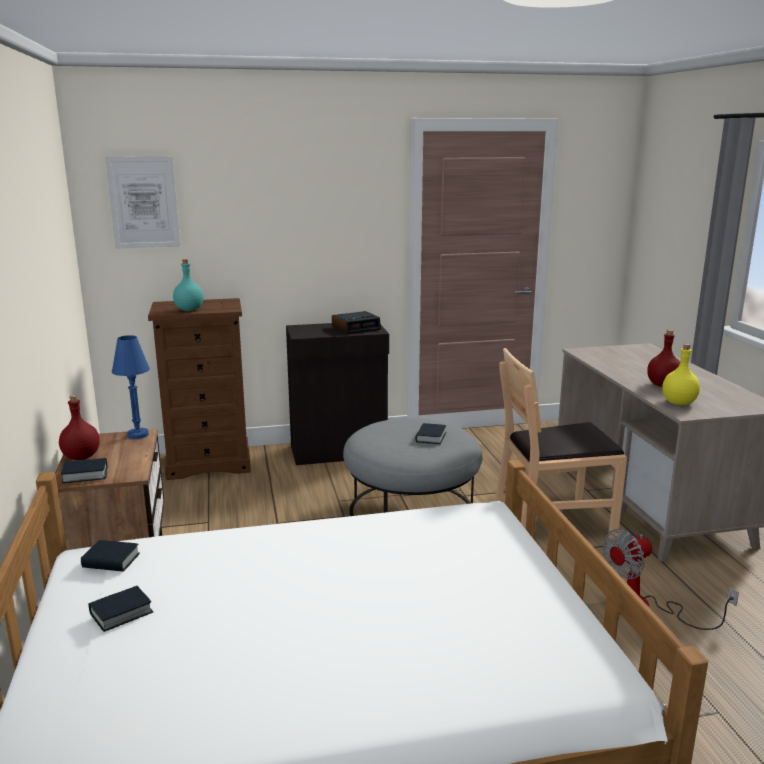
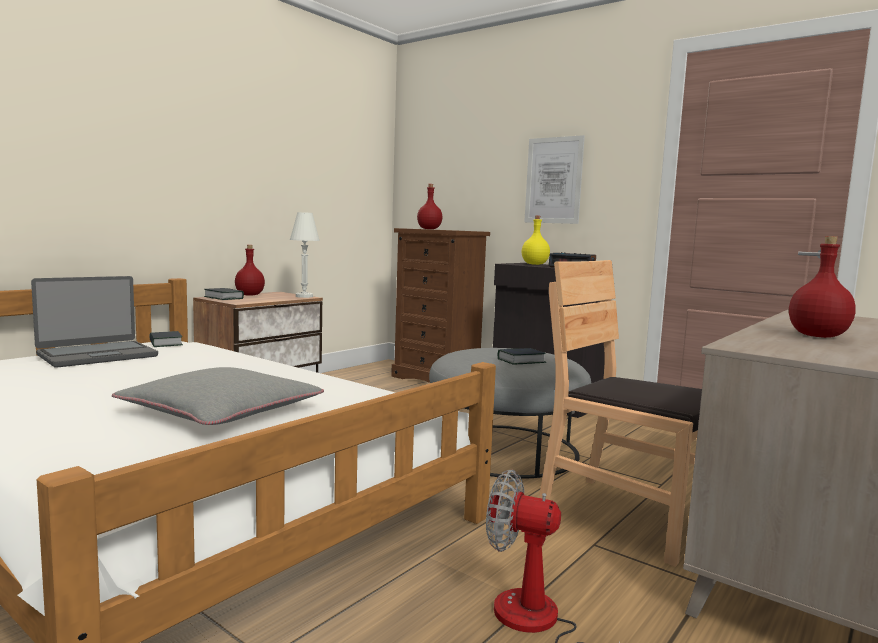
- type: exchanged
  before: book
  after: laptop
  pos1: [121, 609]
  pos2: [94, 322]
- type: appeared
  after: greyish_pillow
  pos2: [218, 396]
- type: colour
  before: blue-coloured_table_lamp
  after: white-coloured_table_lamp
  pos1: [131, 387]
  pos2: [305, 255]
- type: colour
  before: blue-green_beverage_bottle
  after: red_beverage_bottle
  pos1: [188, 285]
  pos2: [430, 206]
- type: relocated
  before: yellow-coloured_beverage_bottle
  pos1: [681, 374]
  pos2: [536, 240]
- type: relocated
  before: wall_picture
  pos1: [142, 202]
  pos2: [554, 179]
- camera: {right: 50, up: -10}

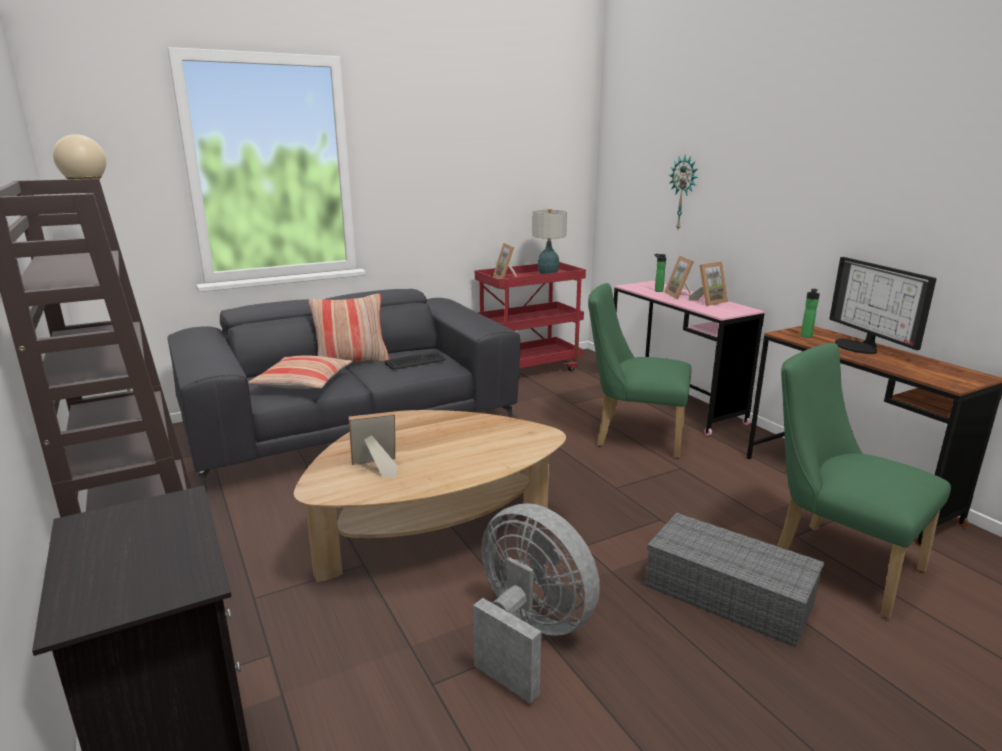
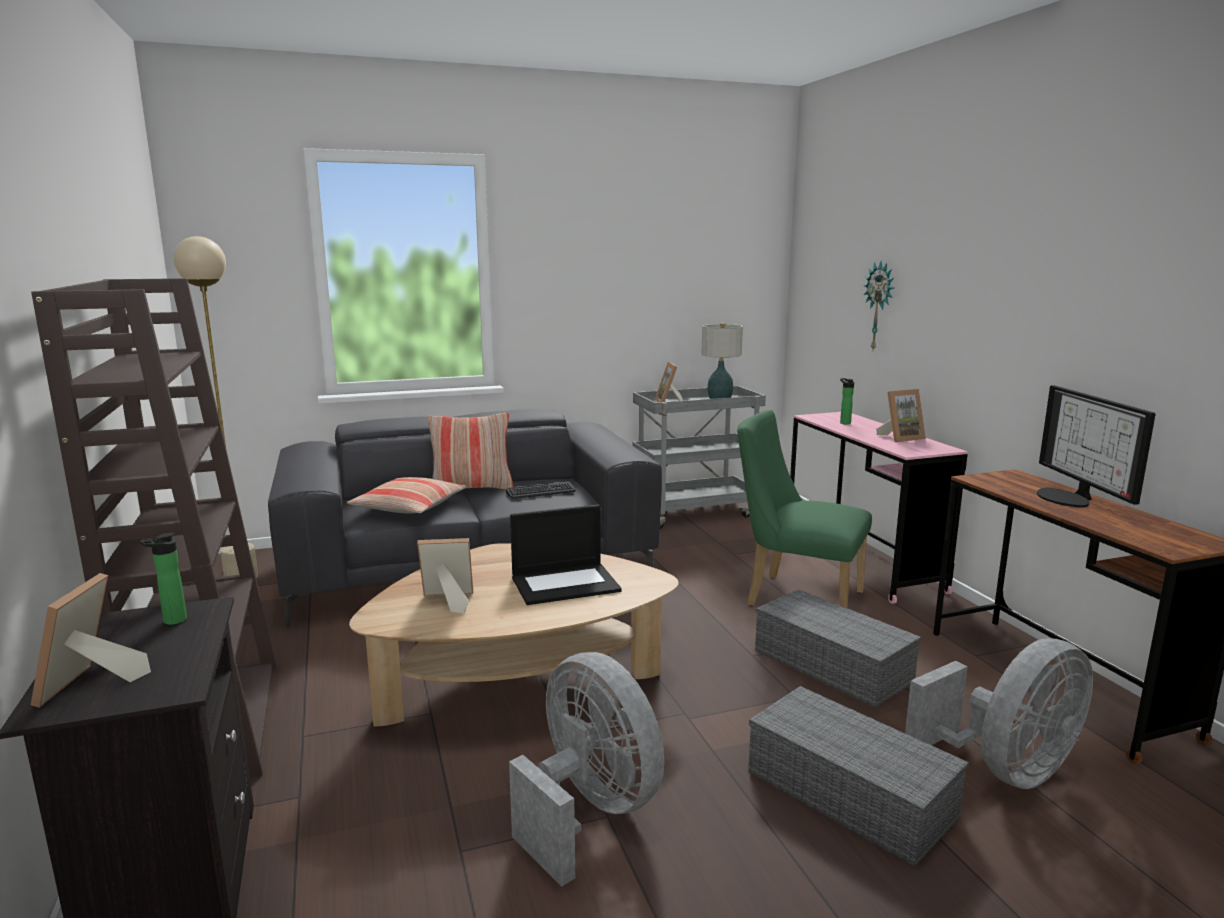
- type: relocated
  before: standing_frame
  pos1: [679, 277]
  pos2: [91, 640]
- type: relocated
  before: beverage_bottle
  pos1: [810, 313]
  pos2: [163, 579]
- type: appeared
  after: laptop
  pos2: [565, 554]
- type: colour
  before: red_wheeled_cart
  after: greyish_wheeled_cart
  pos1: [530, 317]
  pos2: [699, 457]
- type: appeared
  after: greyish_storage_box
  pos2: [838, 648]
- type: exchanged
  before: greenish_chair
  after: greyish_fan
  pos1: [864, 481]
  pos2: [999, 714]
- camera: {right: 10, up: -5}

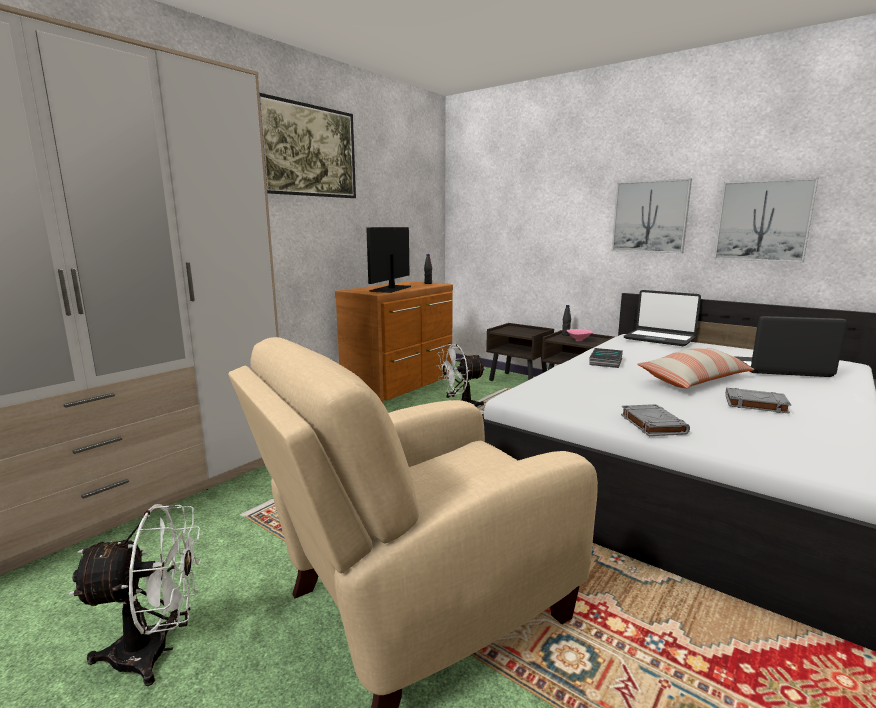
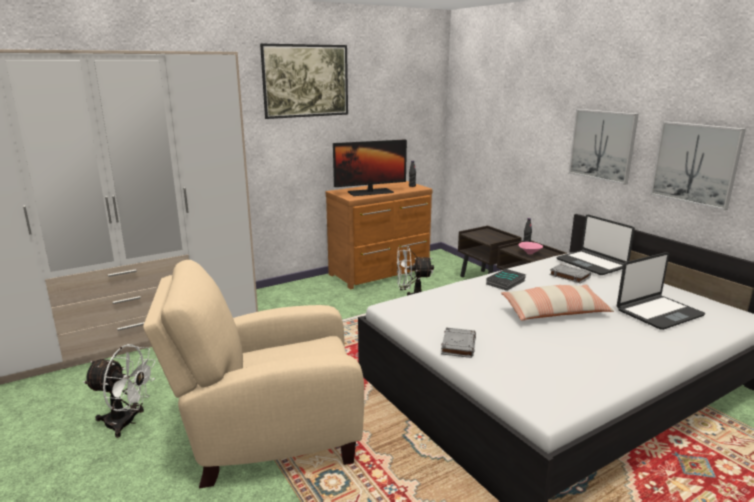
- type: spun
  before: computer_screen
  pos1: [388, 260]
  pos2: [370, 167]
  turn: -150
- type: relocated
  before: greyish_book
  pos1: [758, 401]
  pos2: [570, 274]
- type: spun
  before: laptop
  pos1: [791, 346]
  pos2: [661, 291]
  turn: 120
- camera: {right: 20, up: 5}

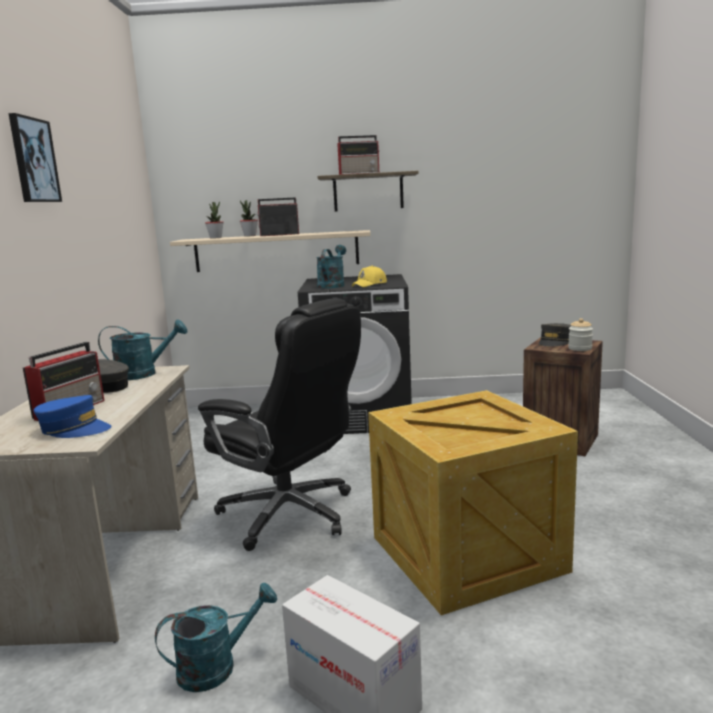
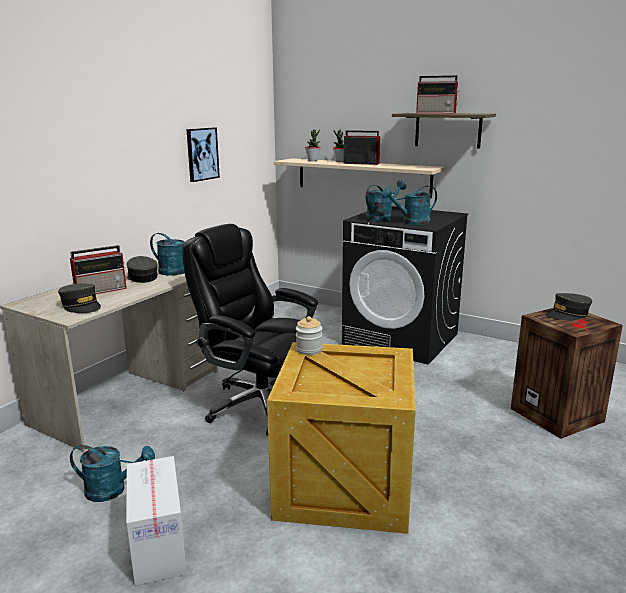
- type: colour
  before: blue-coloured_cap
  after: greyish_cap
  pos1: [72, 416]
  pos2: [79, 298]
- type: spun
  before: blackish_office_chair
  pos1: [279, 424]
  pos2: [250, 330]
  turn: 150
- type: relocated
  before: wall_picture
  pos1: [35, 157]
  pos2: [203, 154]
- type: relocated
  before: jar
  pos1: [580, 334]
  pos2: [309, 335]
- type: exchanged
  before: yellow-coloured_cap
  after: blue-green_watering_can
  pos1: [369, 276]
  pos2: [409, 205]
- camera: {right: 30, up: 5}

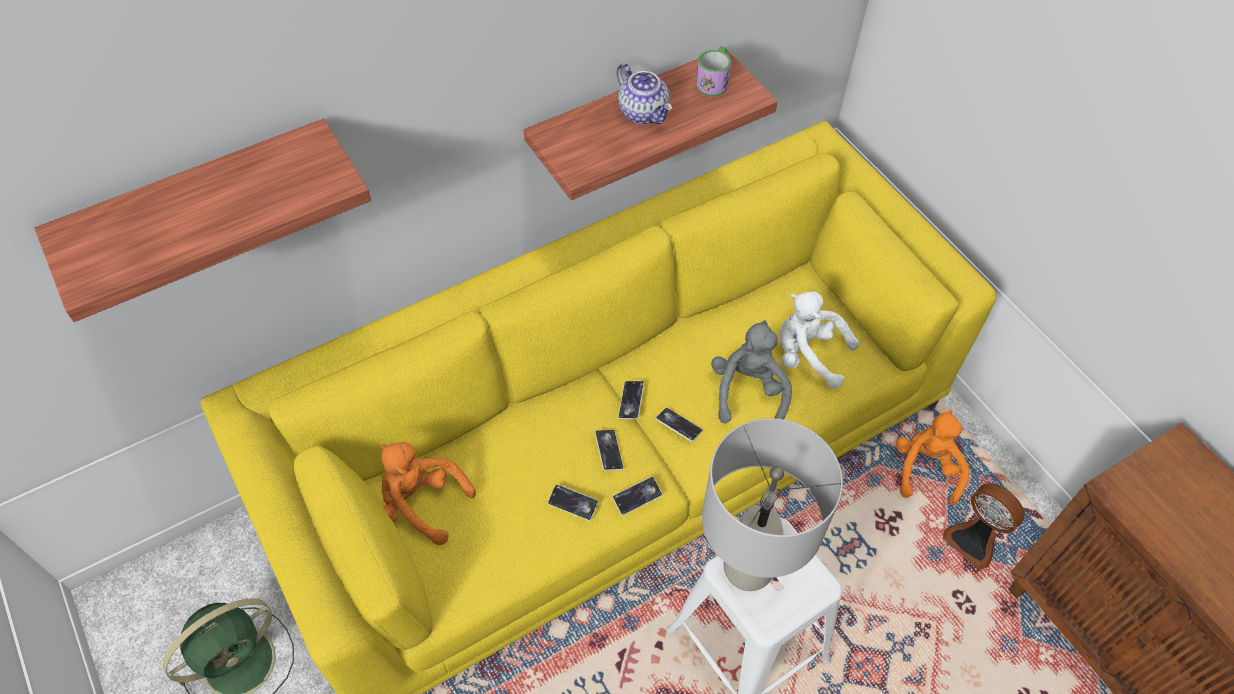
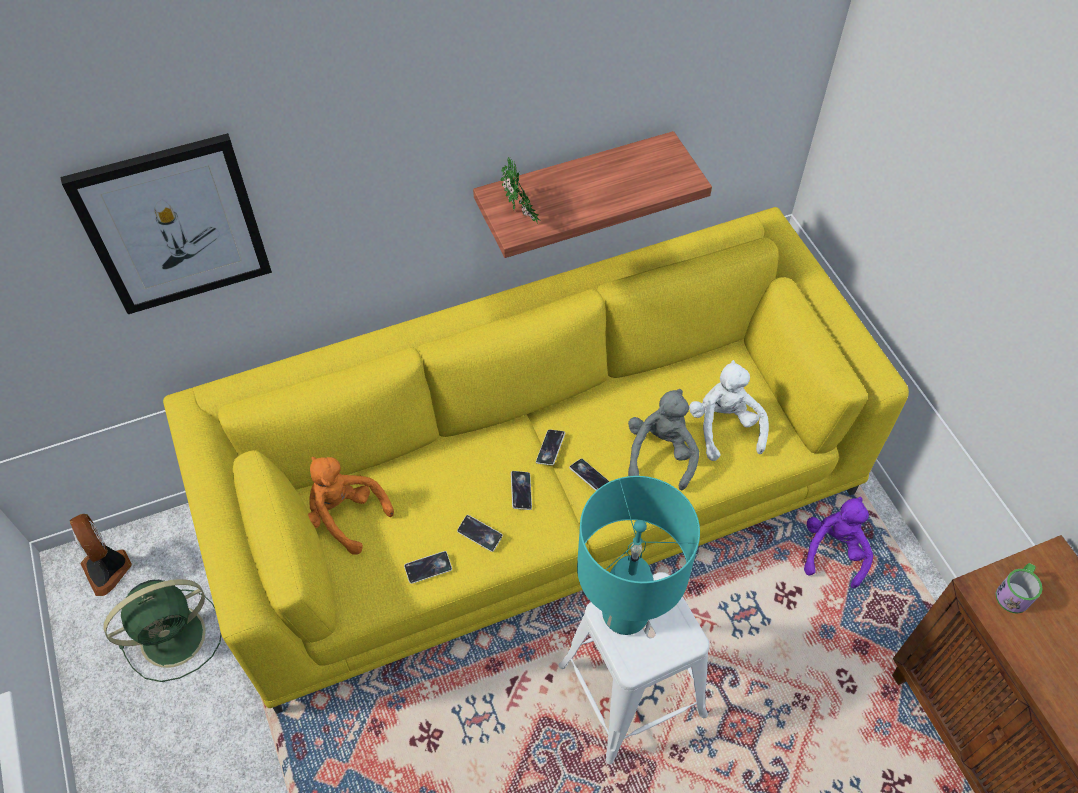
- type: exchanged
  before: shelf
  after: wall_picture
  pos1: [202, 220]
  pos2: [166, 223]
- type: relocated
  before: fan
  pos1: [983, 526]
  pos2: [101, 555]
- type: relocated
  before: handset
  pos1: [637, 496]
  pos2: [428, 567]
- type: appeared
  after: houseplant
  pos2: [521, 191]
- type: colour
  before: greyish_table_lamp
  after: blue-green_table_lamp
  pos1: [772, 504]
  pos2: [638, 555]
- type: spun
  before: white-coloured_cuddly_toy
  pos1: [819, 339]
  pos2: [729, 410]
  turn: 45
- type: colour
  before: orangey_cuddly_toy
  after: purplish_cuddly_toy
  pos1: [932, 457]
  pos2: [838, 543]
- type: relocated
  before: coffee_mug
  pos1: [713, 71]
  pos2: [1019, 588]
- type: missing
  before: teapot
  pos1: [644, 93]
- camera: {right: 10, up: 0}

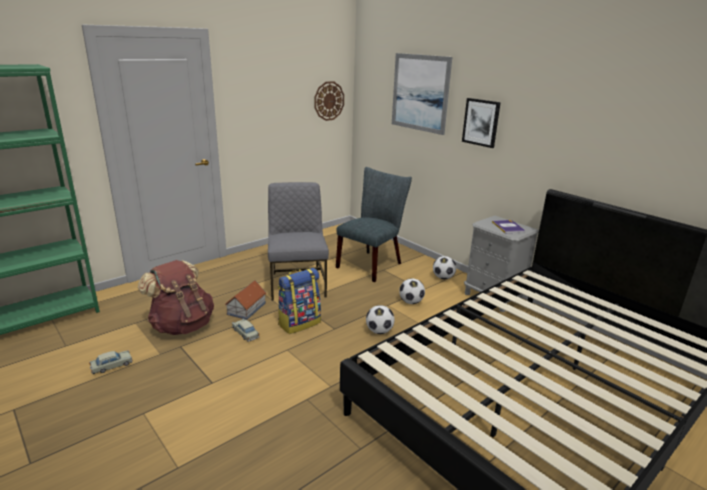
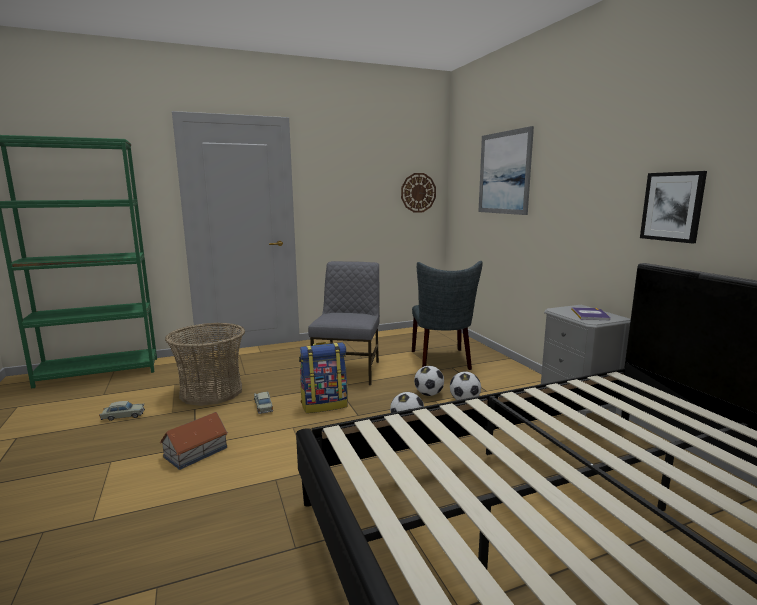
- type: relocated
  before: toy_house
  pos1: [245, 300]
  pos2: [194, 441]
- type: exchanged
  before: brownish_backpack
  after: basket
  pos1: [176, 297]
  pos2: [205, 364]
- type: spun
  before: greyish_chair
  pos1: [374, 224]
  pos2: [447, 315]
  turn: 120
- type: relocated
  before: ball_for_football
  pos1: [444, 267]
  pos2: [429, 381]
- type: relocated
  before: wall_picture
  pos1: [481, 123]
  pos2: [673, 207]
- camera: {right: 20, up: -10}

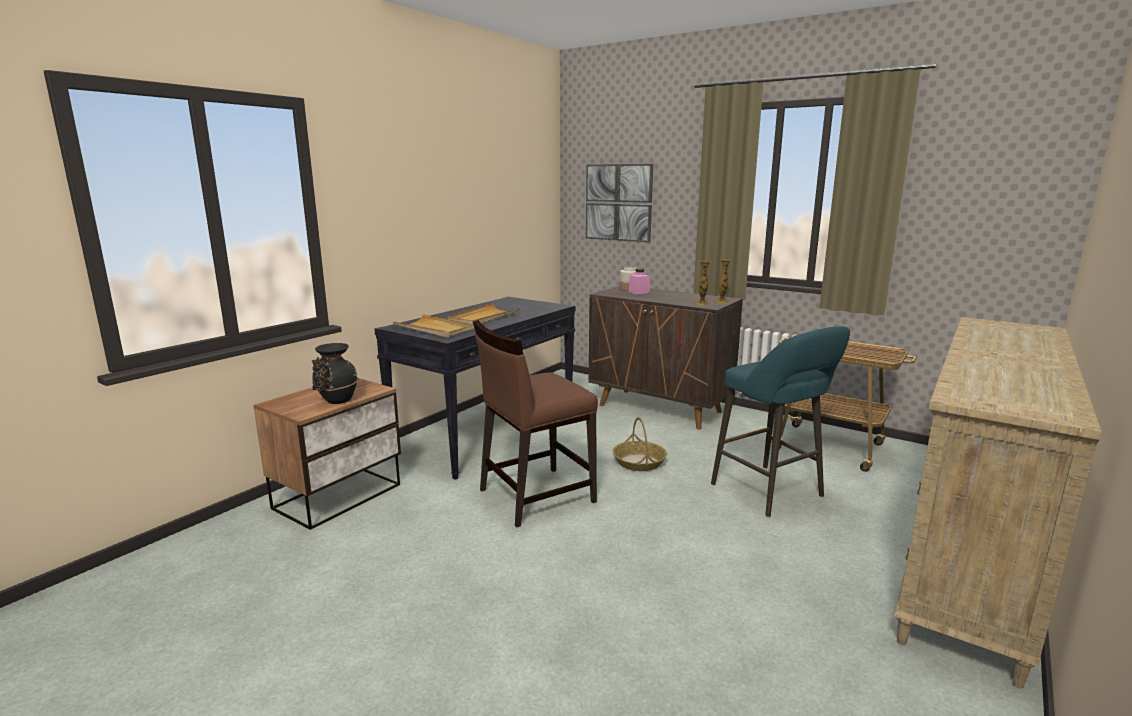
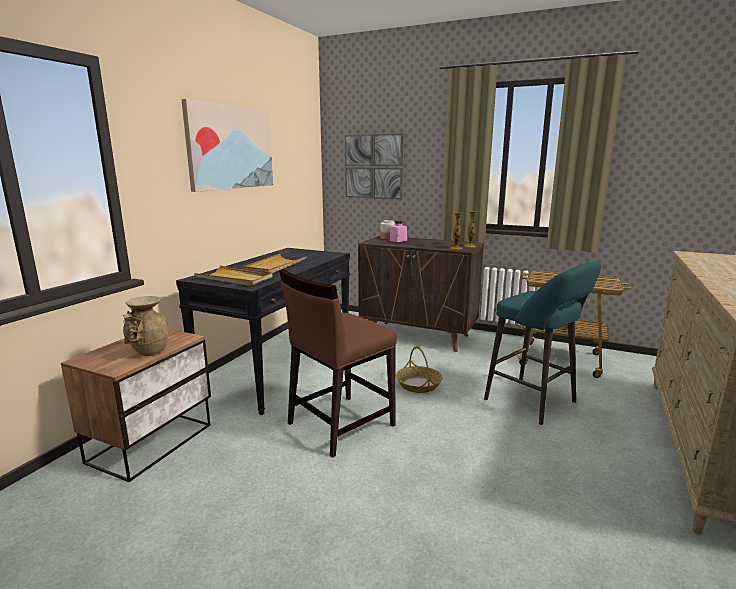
- type: colour
  before: blackish_flower_vase
  after: beige-coloured_flower_vase
  pos1: [335, 373]
  pos2: [147, 326]
- type: appeared
  after: wall_picture
  pos2: [227, 145]
- camera: {right: -10, up: 0}

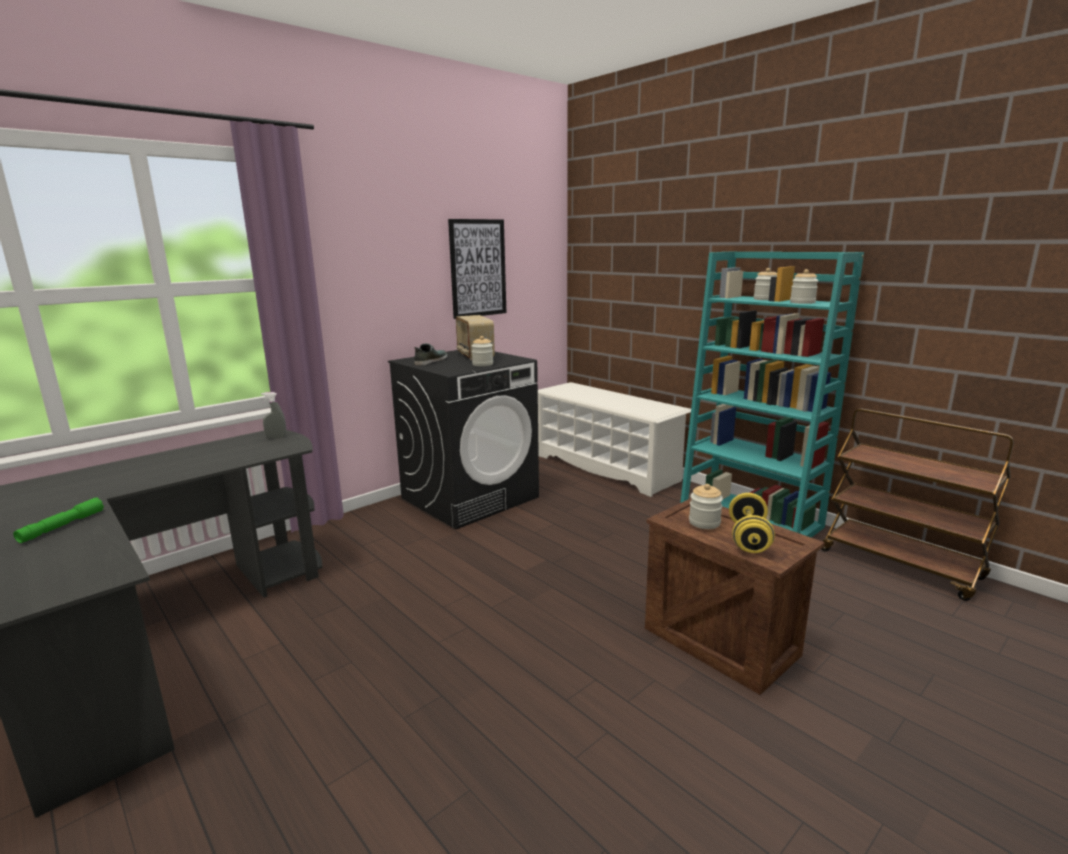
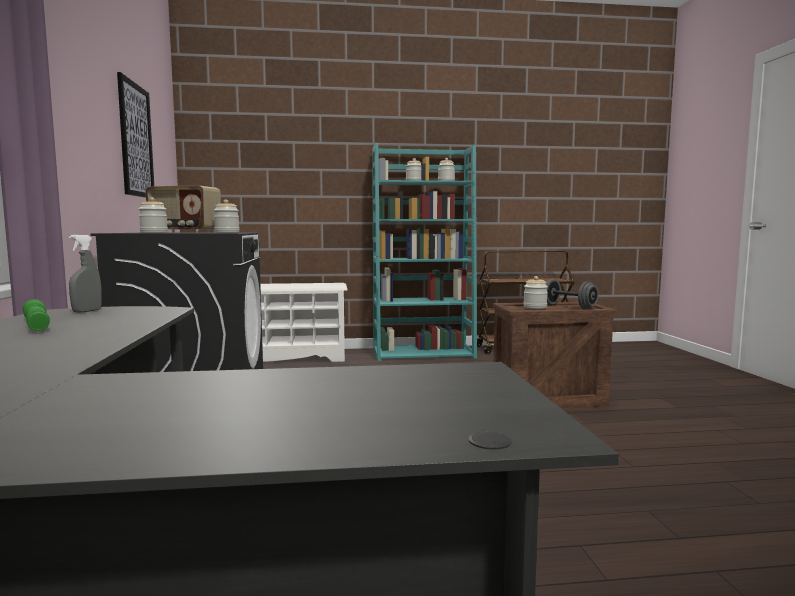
- type: relocated
  before: greenish_torch
  pos1: [58, 520]
  pos2: [36, 315]
- type: exchanged
  before: shoe
  after: jar
  pos1: [430, 354]
  pos2: [153, 215]
- type: colour
  before: yellow-coloured_hand_weight
  after: greyish_hand_weight
  pos1: [752, 523]
  pos2: [572, 294]
- camera: {right: -55, up: -10}

